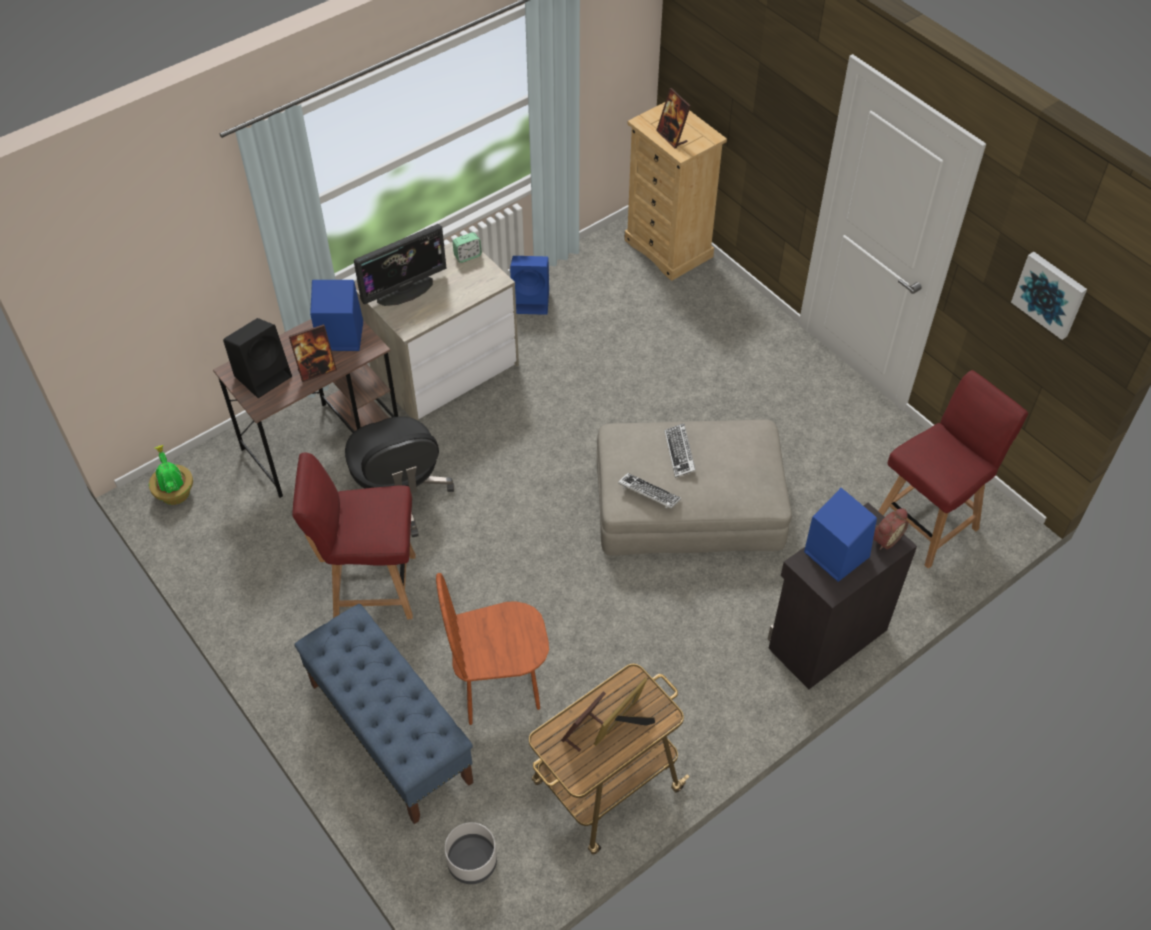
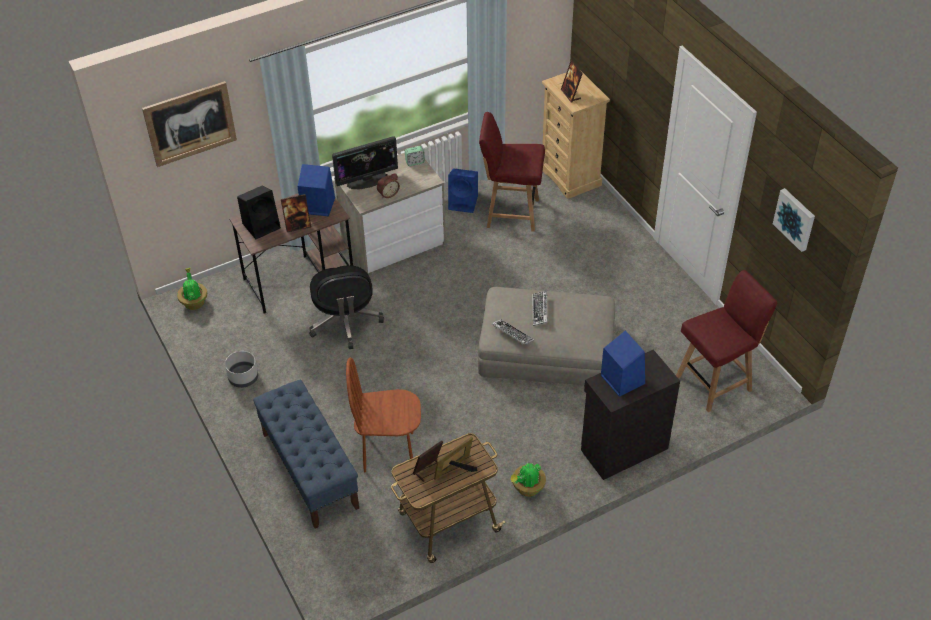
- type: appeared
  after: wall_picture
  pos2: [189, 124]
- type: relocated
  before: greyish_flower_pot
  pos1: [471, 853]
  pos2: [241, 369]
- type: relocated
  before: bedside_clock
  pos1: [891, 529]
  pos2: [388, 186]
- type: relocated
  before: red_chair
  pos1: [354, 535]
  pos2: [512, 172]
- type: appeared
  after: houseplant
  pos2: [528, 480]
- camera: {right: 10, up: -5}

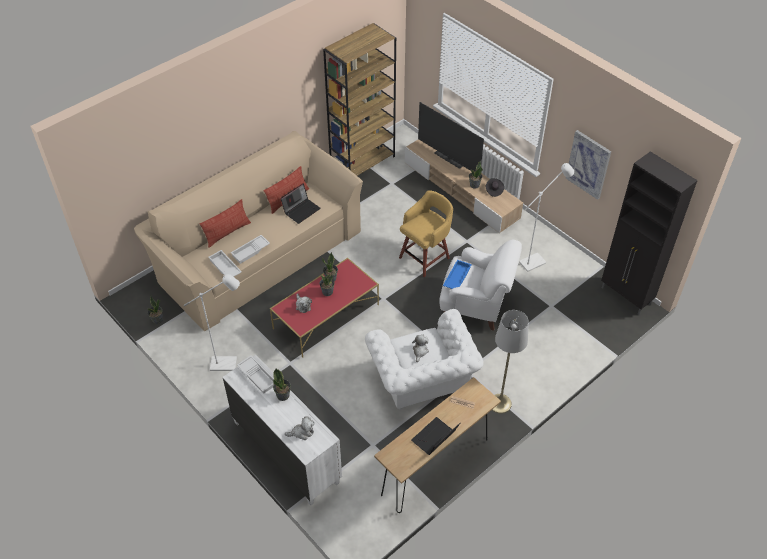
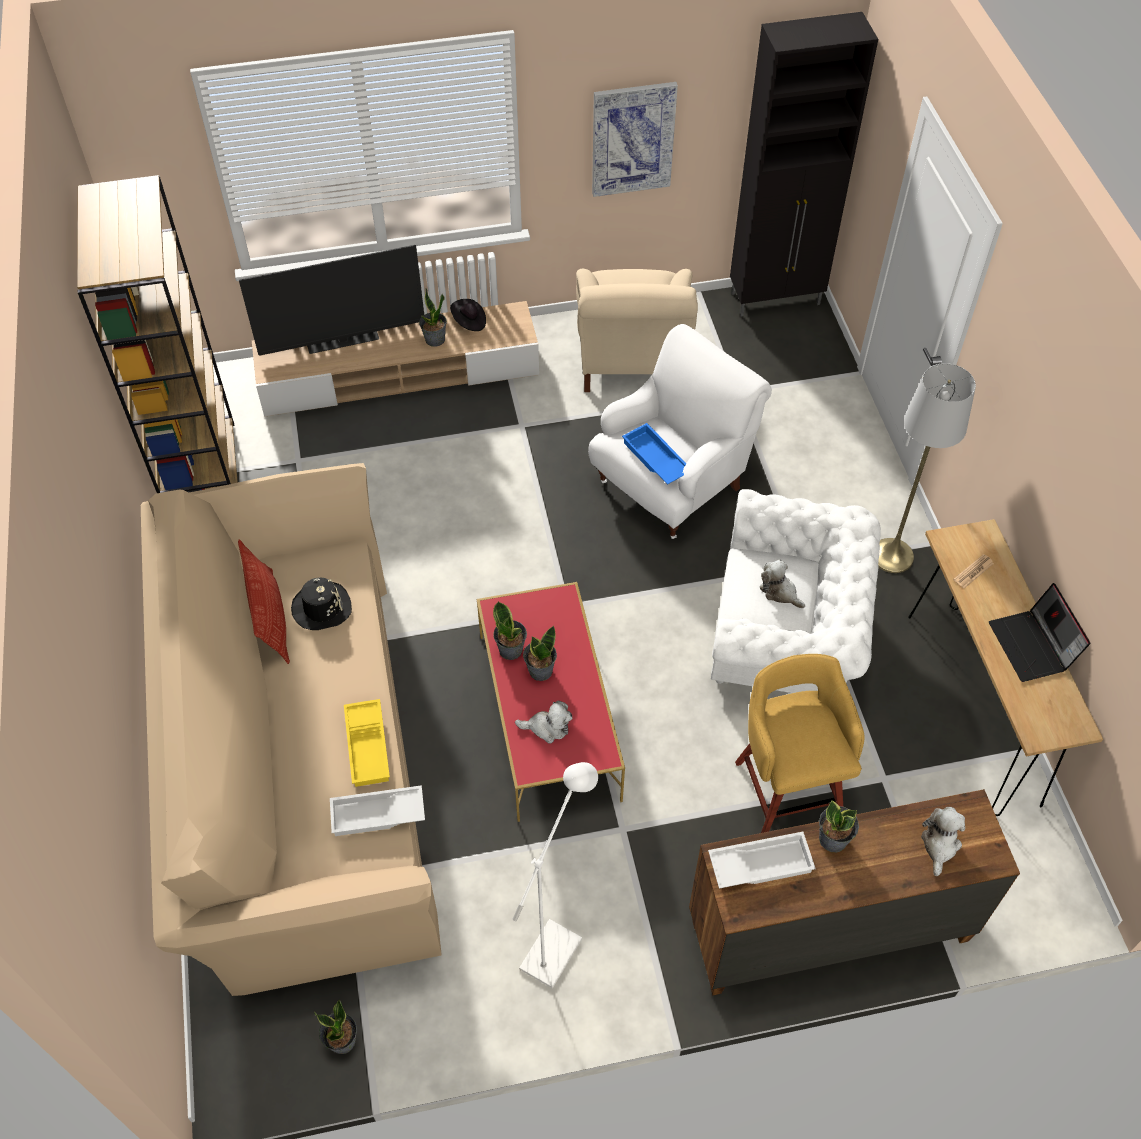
- type: exchanged
  before: laptop
  after: blackish_clothing_hat
  pos1: [300, 203]
  pos2: [321, 603]
- type: colour
  before: white-coloured_tray
  after: yellow-coloured_tray
  pos1: [250, 249]
  pos2: [367, 743]
- type: exchanged
  before: white-coloured_standard_lamp
  after: beige-coloured_lounge_chair
  pos1: [546, 217]
  pos2: [637, 330]
- type: colour
  before: white-coloured_dresser
  after: brownish_dresser
  pos1: [282, 430]
  pos2: [854, 892]
- type: relocated
  before: yellow-coloured_stool
  pos1: [426, 234]
  pos2: [799, 743]
- type: missing
  before: pillow
  pos1: [225, 223]
- camera: {right: -60, up: 5}

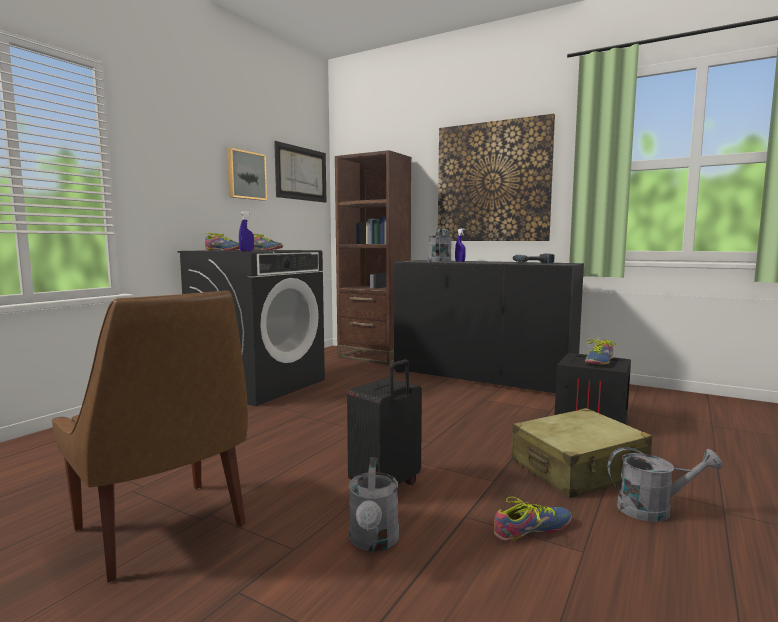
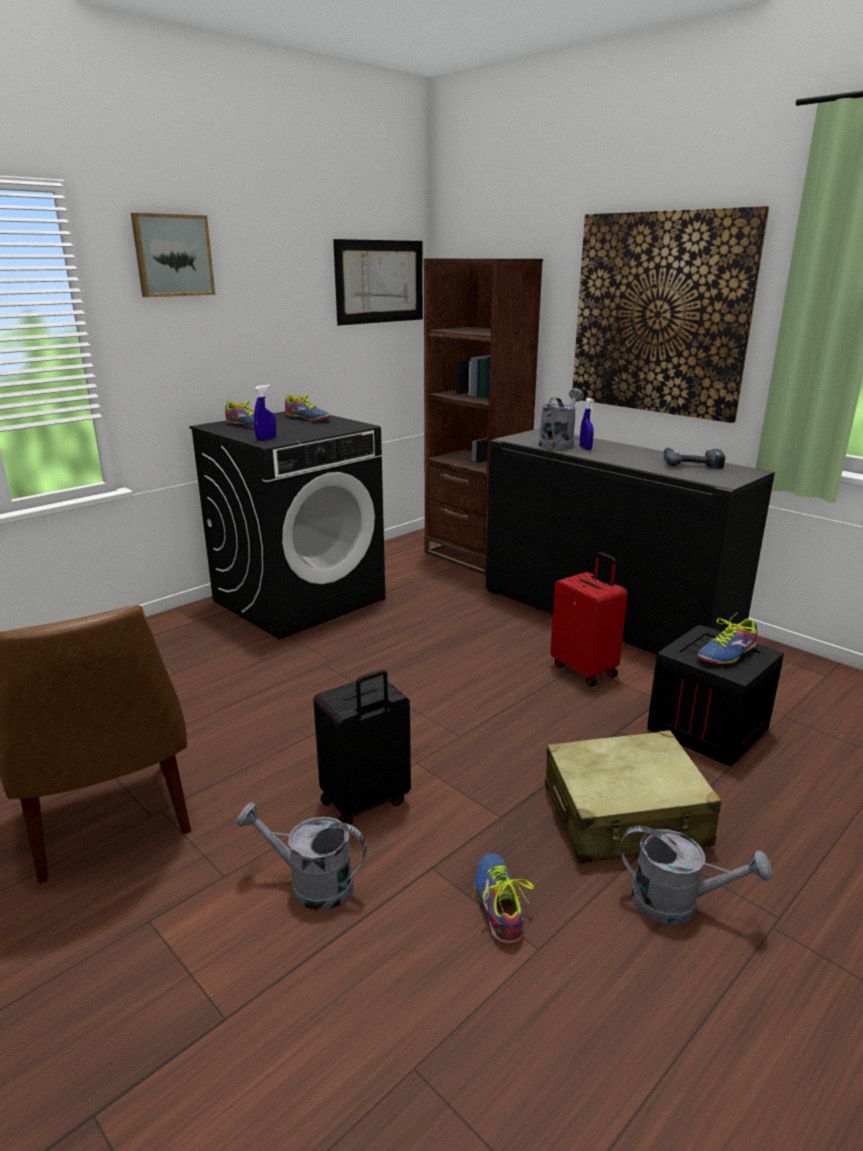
- type: relocated
  before: wall_picture
  pos1: [247, 174]
  pos2: [173, 255]
- type: spun
  before: greyish_watering_can
  pos1: [374, 505]
  pos2: [301, 856]
  turn: 90
- type: spun
  before: shoe
  pos1: [533, 519]
  pos2: [504, 898]
  turn: -90
- type: appeared
  after: red_travel_case
  pos2: [589, 619]
- camera: {right: 15, up: 15}

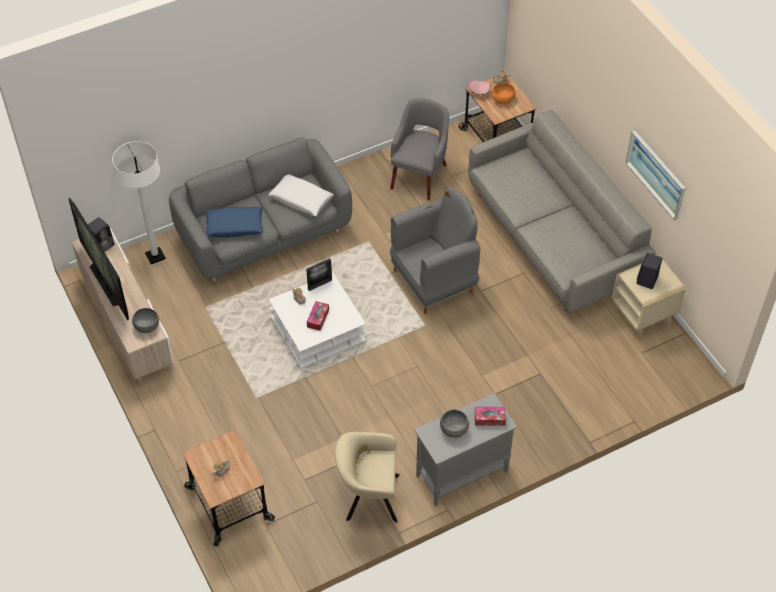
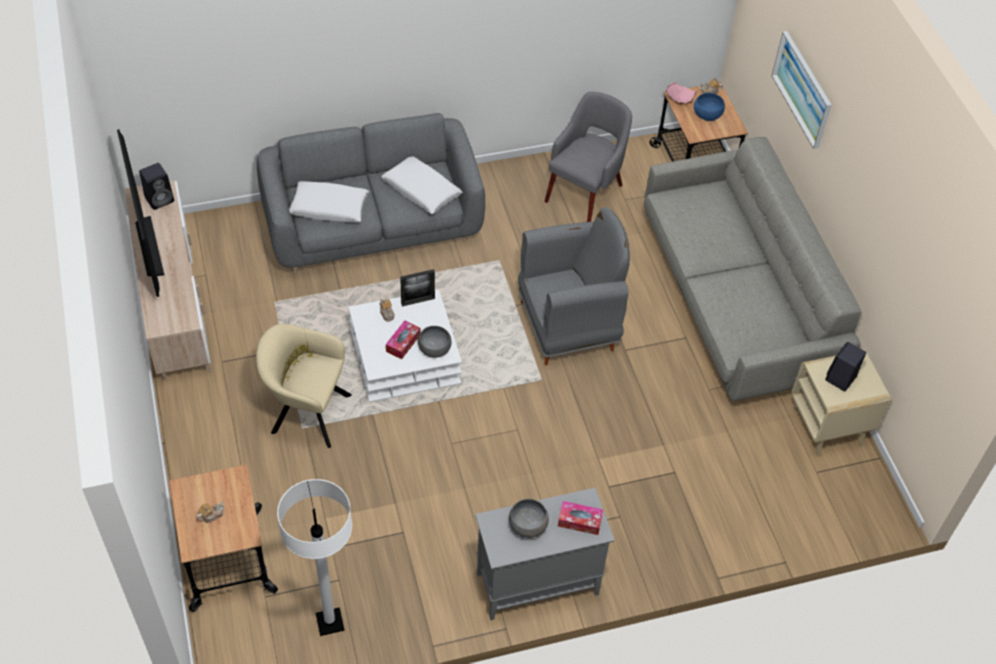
- type: relocated
  before: beige-coloured_lounge_chair
  pos1: [367, 477]
  pos2: [304, 386]
- type: relocated
  before: white-coloured_standard_lamp
  pos1: [139, 202]
  pos2: [314, 557]
- type: colour
  before: blue-coloured_pillow
  after: white-coloured_pillow
  pos1: [234, 222]
  pos2: [329, 202]
- type: relocated
  before: greyish_deep_dish
  pos1: [145, 320]
  pos2: [435, 342]
- type: colour
  before: orangey_deep_dish
  after: blue-coloured_deep_dish
  pos1: [503, 94]
  pos2: [709, 107]
- type: relocated
  before: wall_picture
  pos1: [655, 175]
  pos2: [802, 90]
- camera: {right: 10, up: 0}

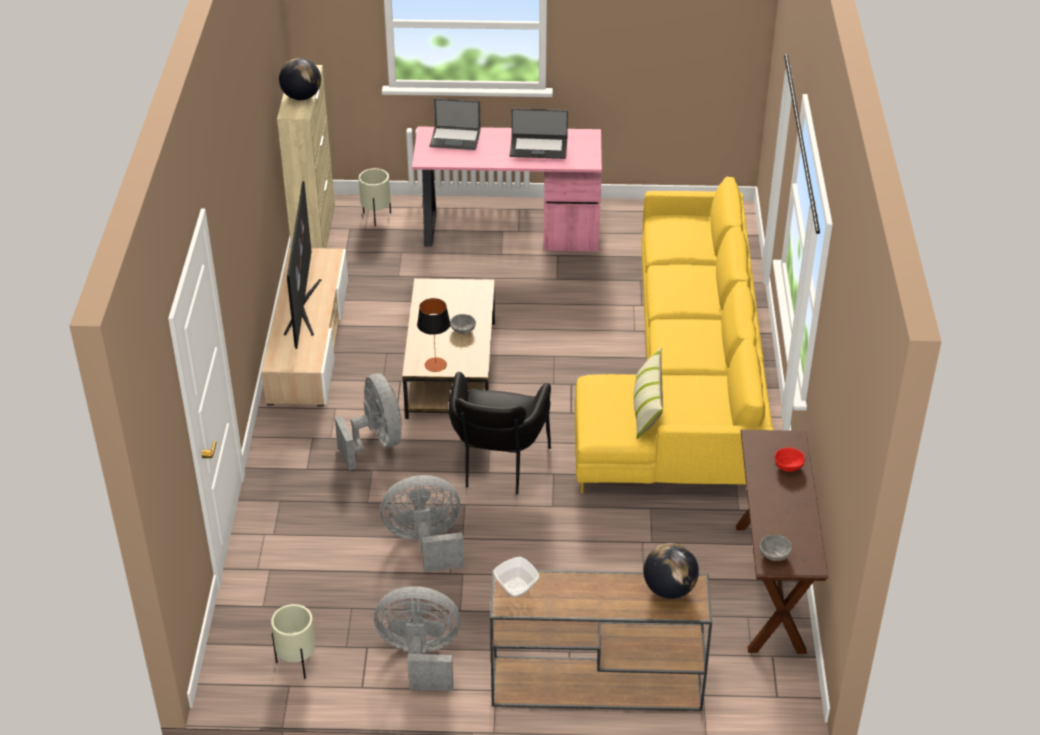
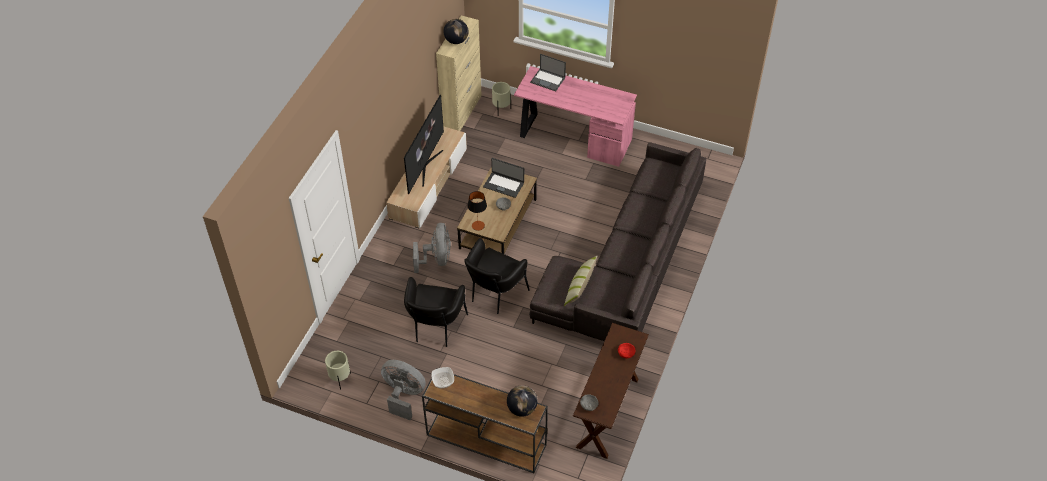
- type: exchanged
  before: greyish_fan
  after: blackish_lounge_chair
  pos1: [422, 523]
  pos2: [436, 312]
- type: relocated
  before: laptop
  pos1: [539, 133]
  pos2: [503, 178]
- type: colour
  before: yellow-coloured_settee
  after: greyish_settee
  pos1: [674, 335]
  pos2: [617, 242]
- camera: {right: 20, up: 10}

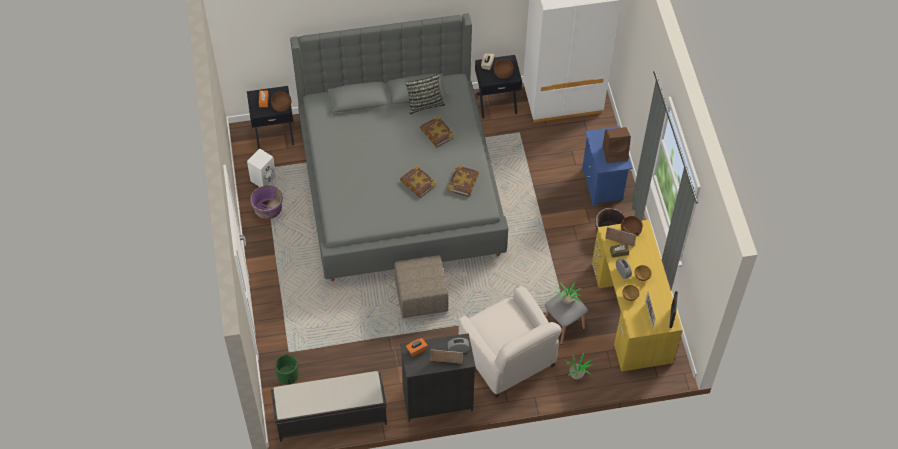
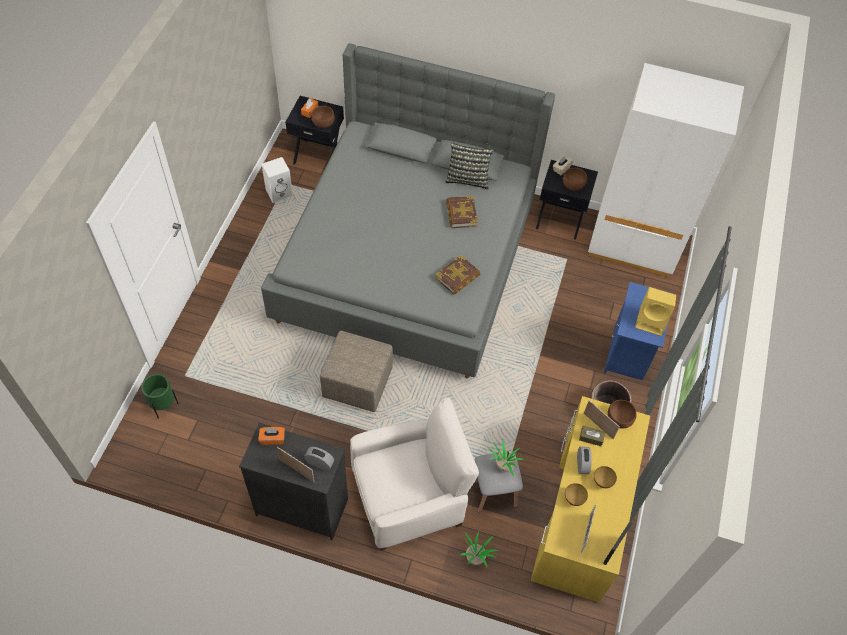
- type: spun
  before: white-coloured_lounge_chair
  pos1: [510, 342]
  pos2: [414, 474]
  turn: -105
- type: colour
  before: brownish_loudspeaker
  after: yellow-coloured_loudspeaker
  pos1: [617, 145]
  pos2: [655, 311]
- type: missing
  before: purplish_flower_pot
  pos1: [266, 202]
- type: missing
  before: blackish_long_seat
  pos1: [329, 406]
- type: missing
  before: book
  pos1: [418, 181]
- camera: {right: 25, up: 0}

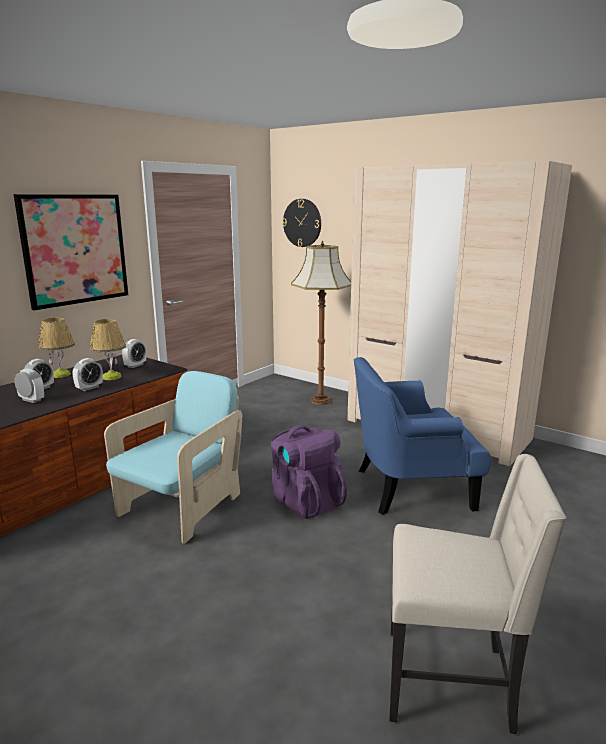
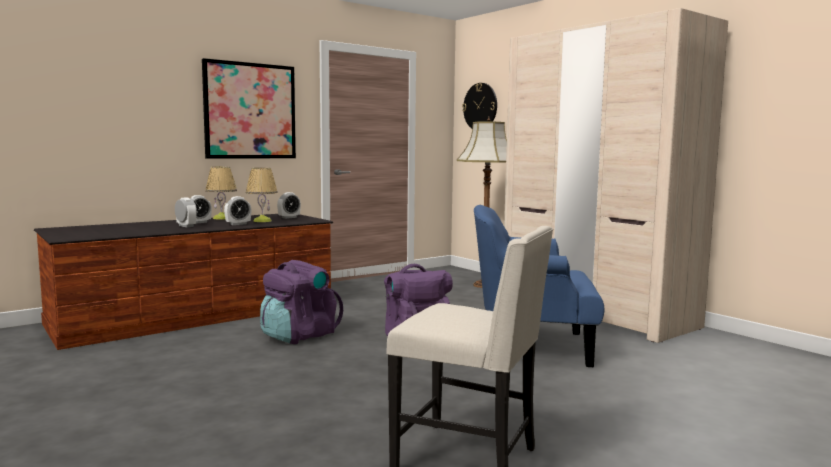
- type: exchanged
  before: blue-green_lounge_chair
  after: purplish_backpack
  pos1: [173, 457]
  pos2: [301, 302]
- camera: {right: 15, up: -10}

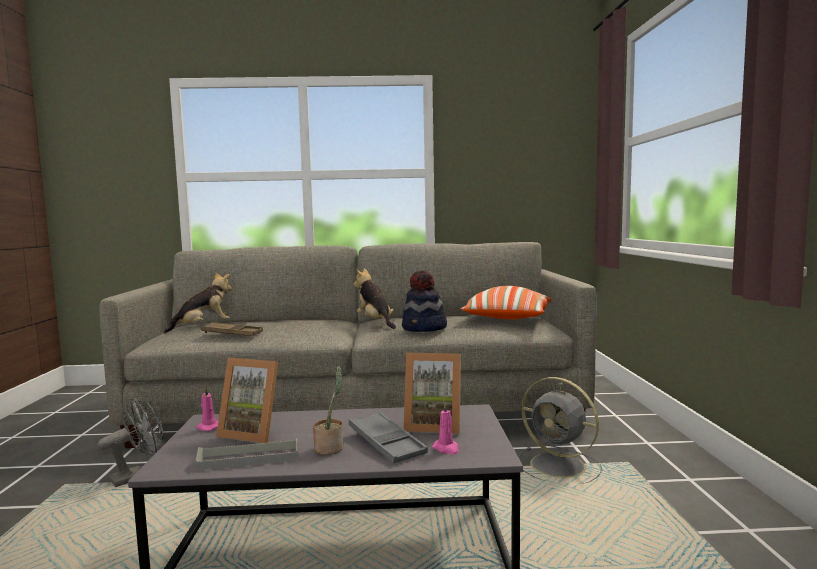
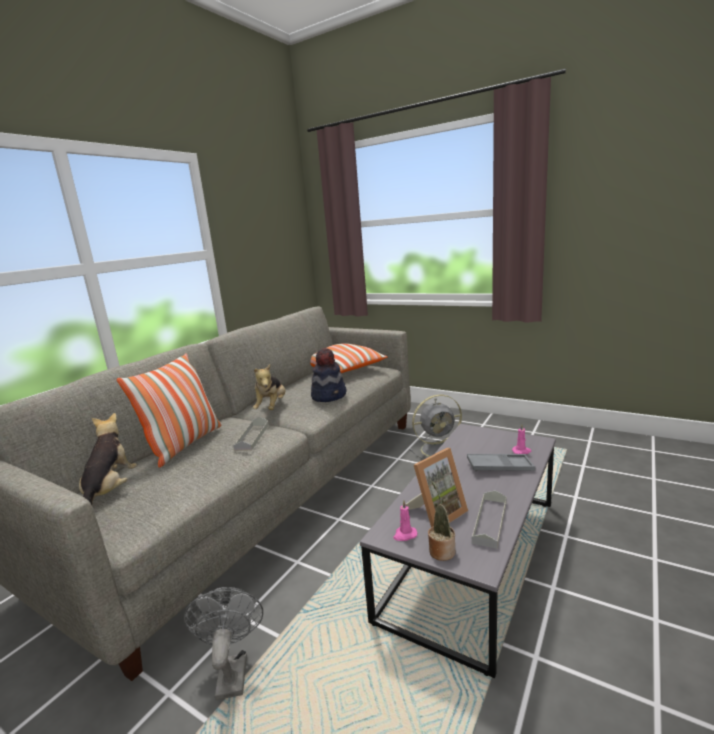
- type: appeared
  after: pillow
  pos2: [169, 410]
- type: appeared
  after: greyish_tray
  pos2: [251, 434]
- type: spun
  before: cuddly_toy
  pos1: [375, 299]
  pos2: [269, 387]
  turn: -90
- type: relocated
  before: houseplant
  pos1: [328, 410]
  pos2: [441, 521]
- type: missing
  before: brownish_tray
  pos1: [232, 329]
- type: missing
  before: standing_frame
  pos1: [432, 393]
- camera: {right: -55, up: 10}

